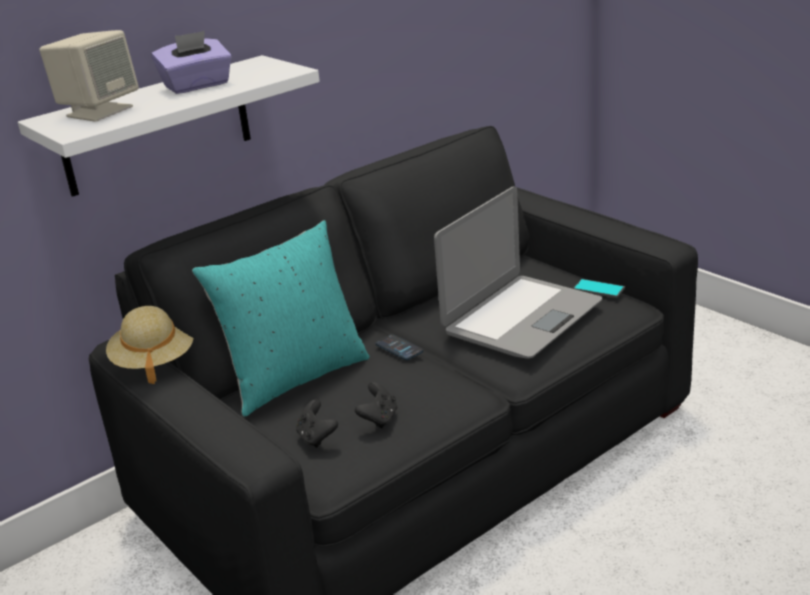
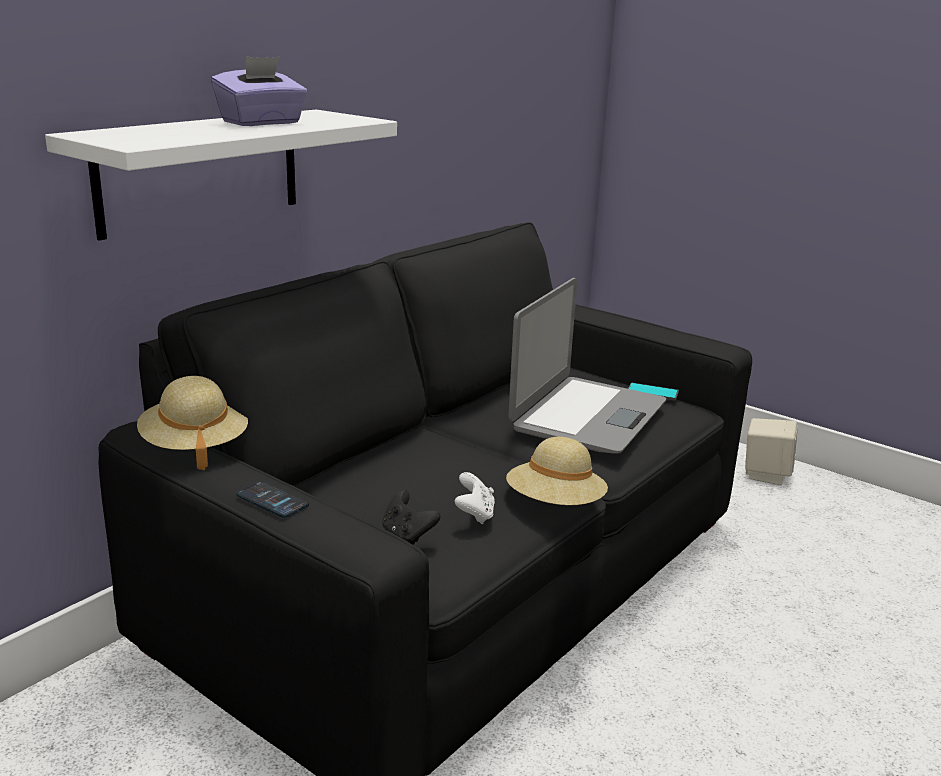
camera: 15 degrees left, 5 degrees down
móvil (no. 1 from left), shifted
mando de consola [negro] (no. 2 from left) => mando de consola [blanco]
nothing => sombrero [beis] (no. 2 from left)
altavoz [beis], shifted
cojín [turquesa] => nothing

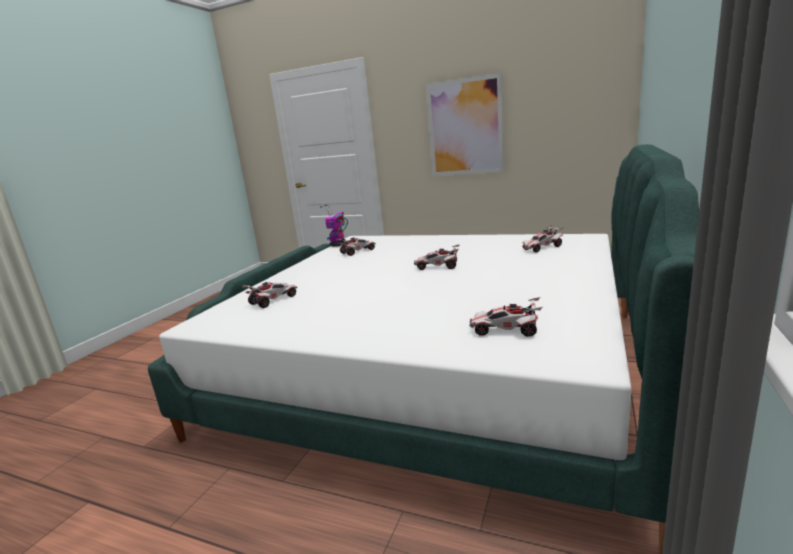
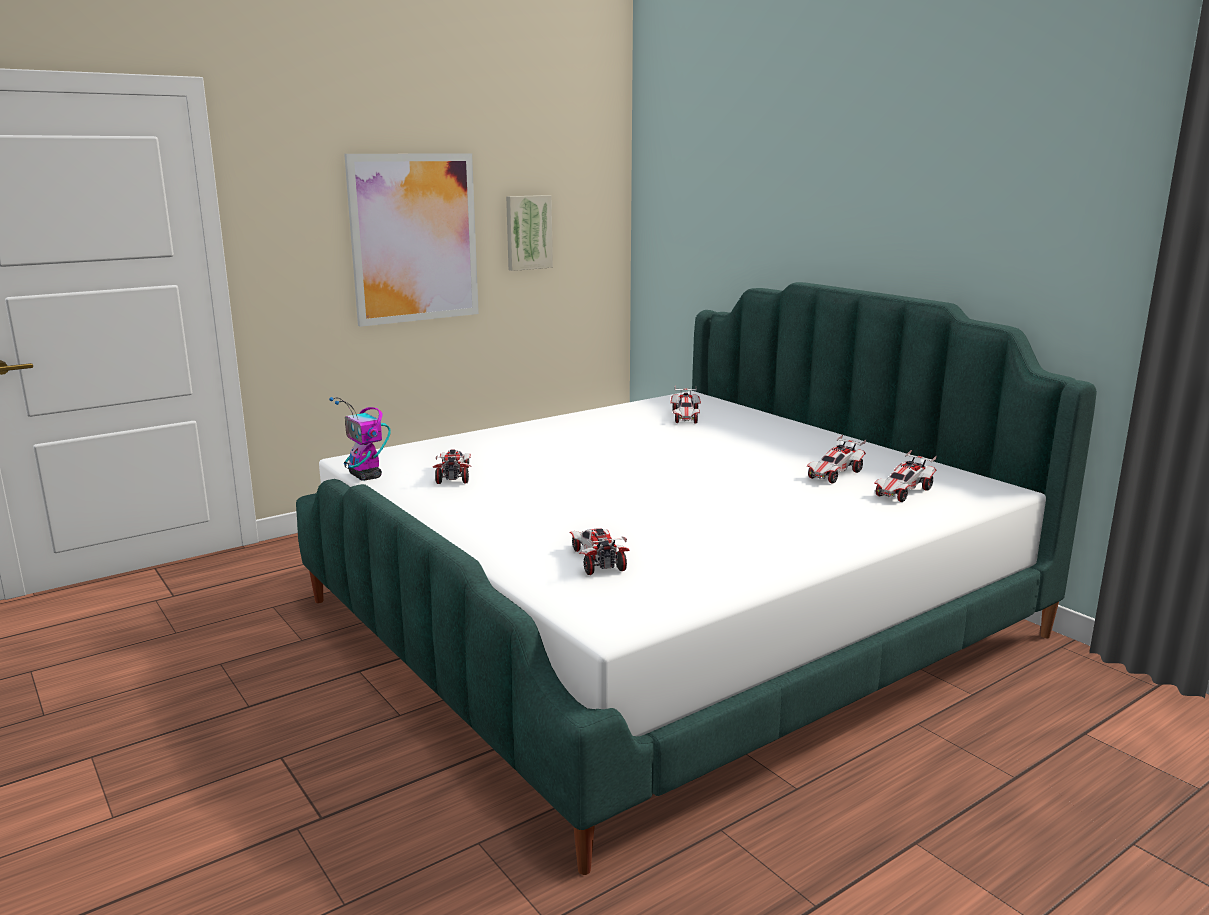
camera: 60 degrees left, 0 degrees up
nothing => cuadro (no. 2 from left)
coche de juguete (no. 3 from left in the first image) => coche de juguete (no. 4 from left), shifted

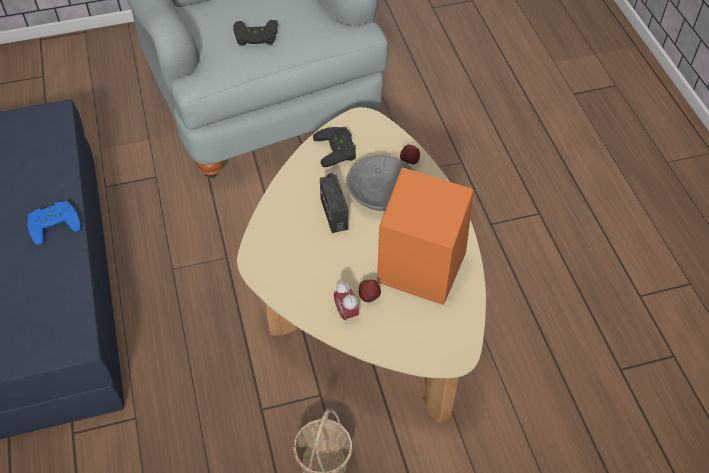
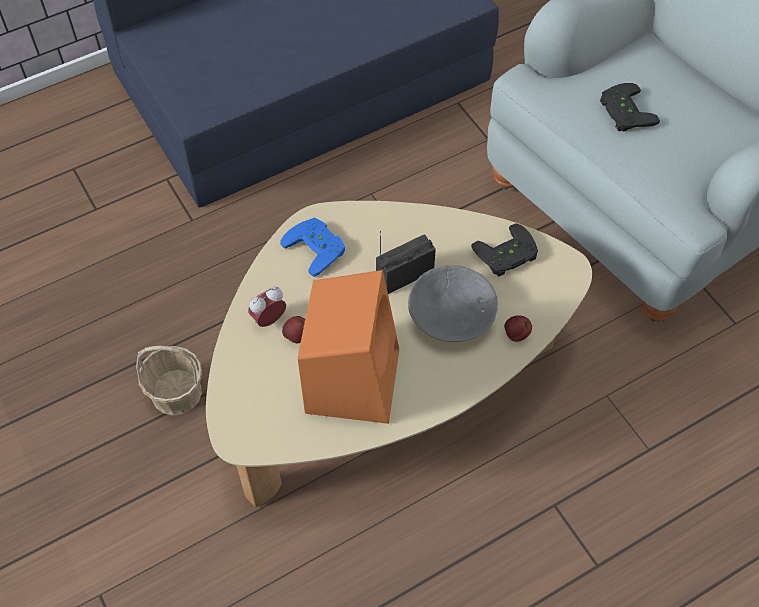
camera: 75 degrees right, 5 degrees up
mando de consola [azul], shifted

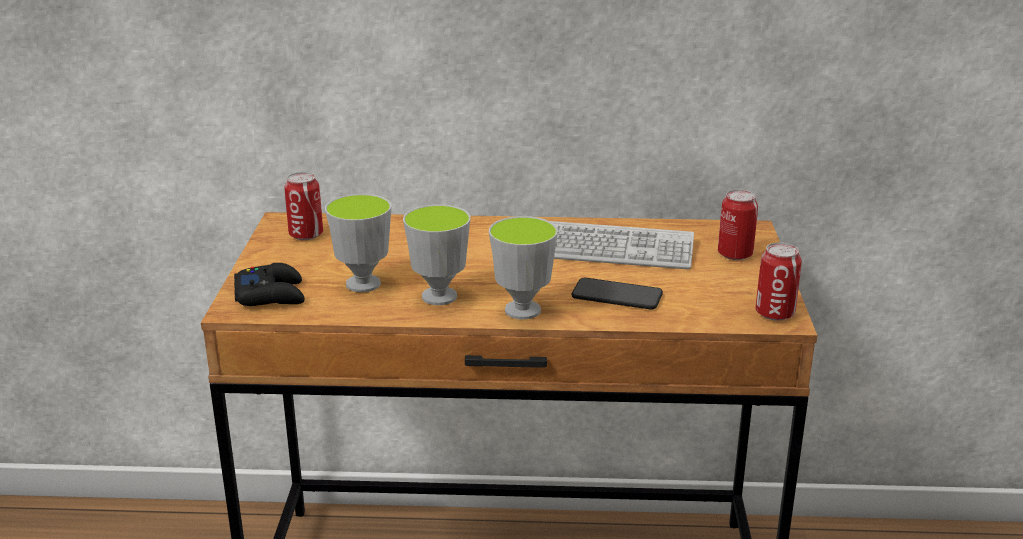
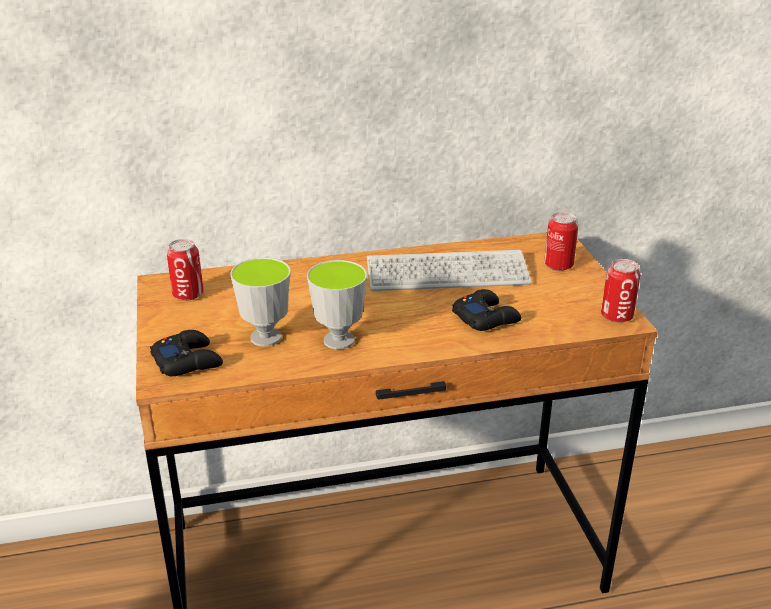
camera: 15 degrees left, 5 degrees up
móvil => mando de consola [negro] (no. 2 from left)
taza (no. 3 from left) => nothing

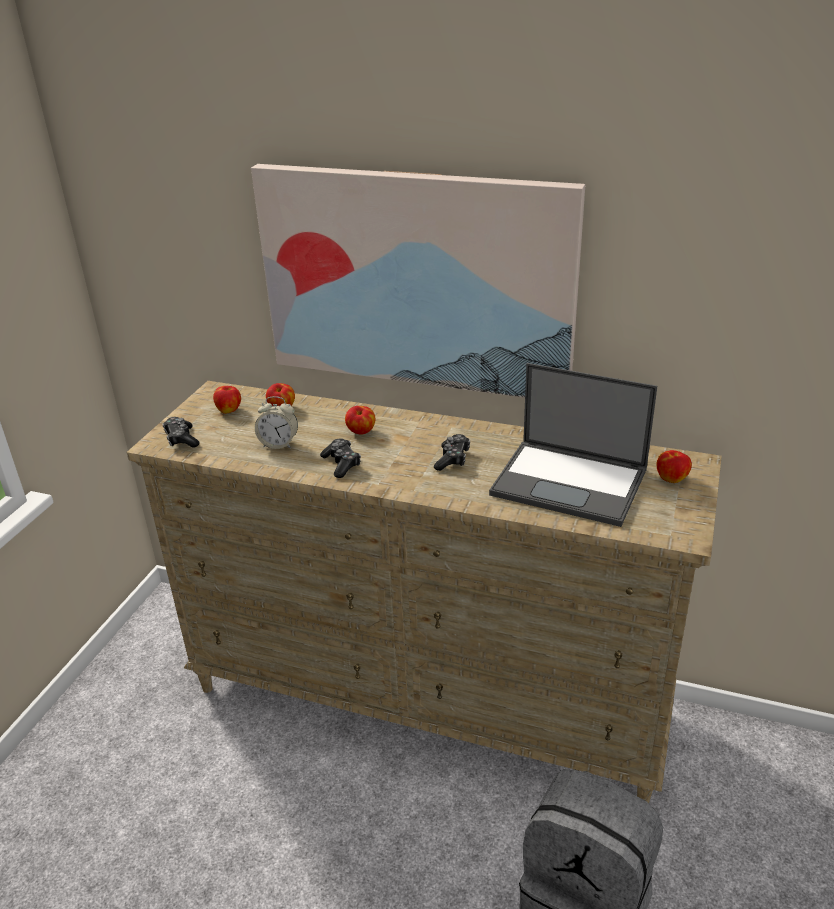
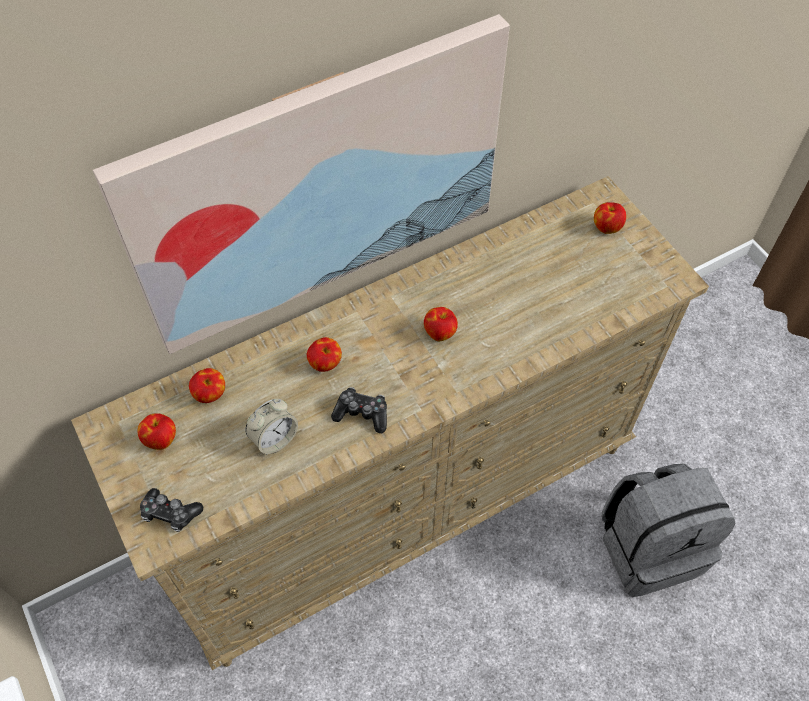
camera: 50 degrees left, 25 degrees up
mando de consola (no. 3 from left) => manzana (no. 4 from left)
portátil => nothing

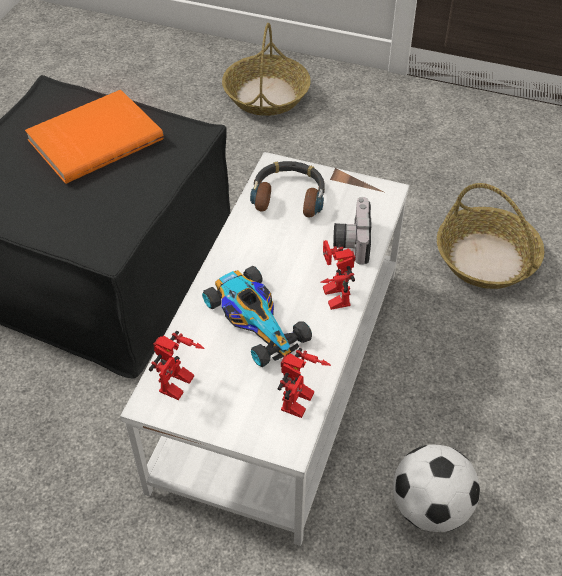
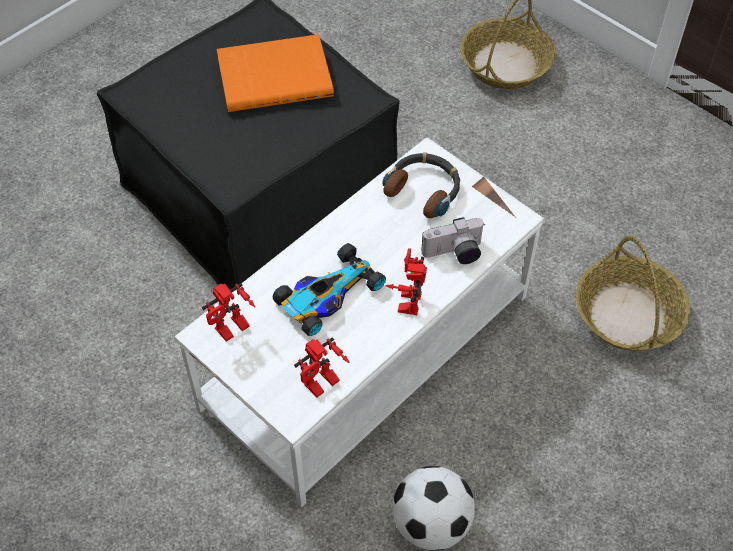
camera: 25 degrees right, 5 degrees up
coche de juguete, 120 degrees counterclockwise
cámara, 135 degrees counterclockwise

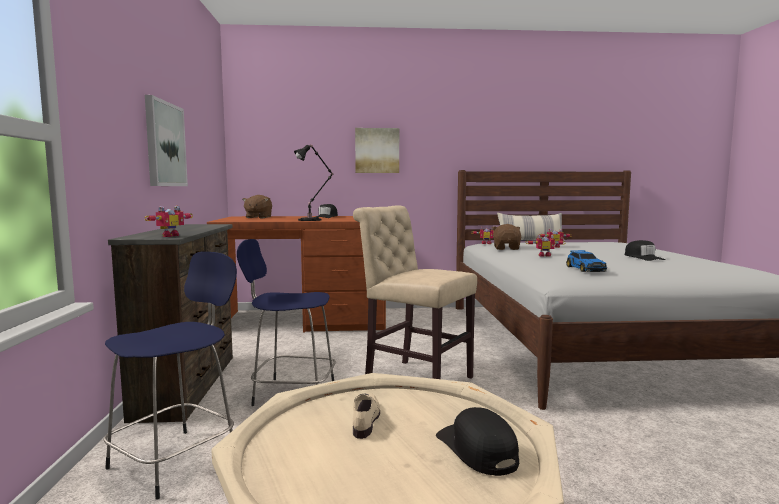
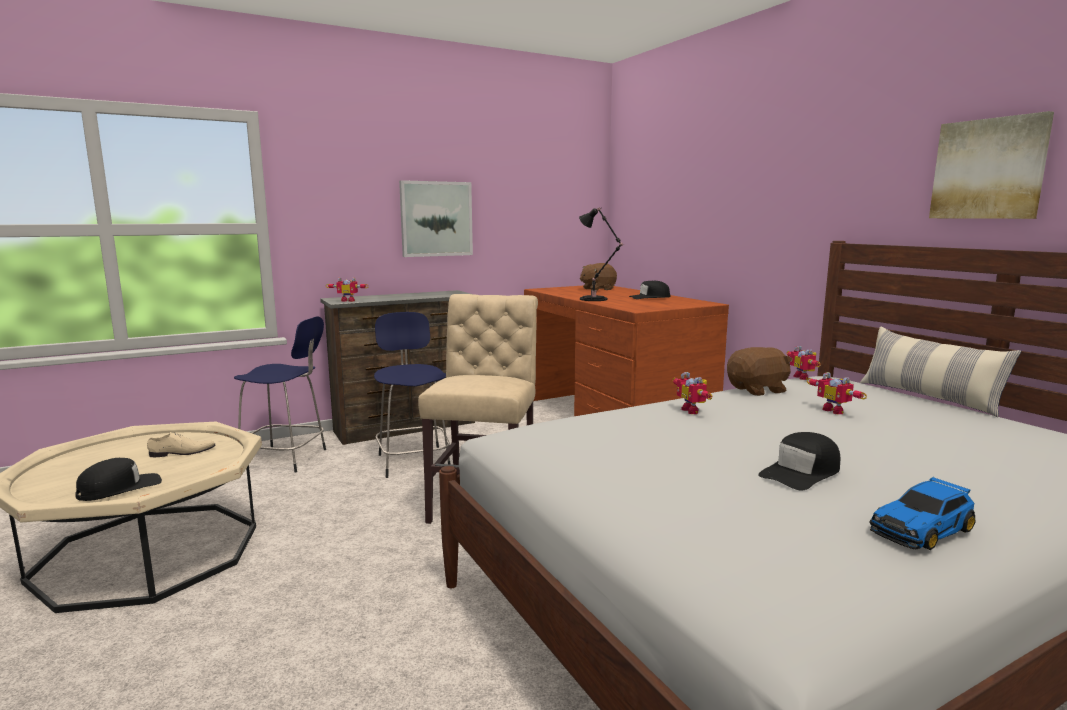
camera: 65 degrees right, 5 degrees up
coche de juguete, shifted
cuadro (no. 2 from left), shifted

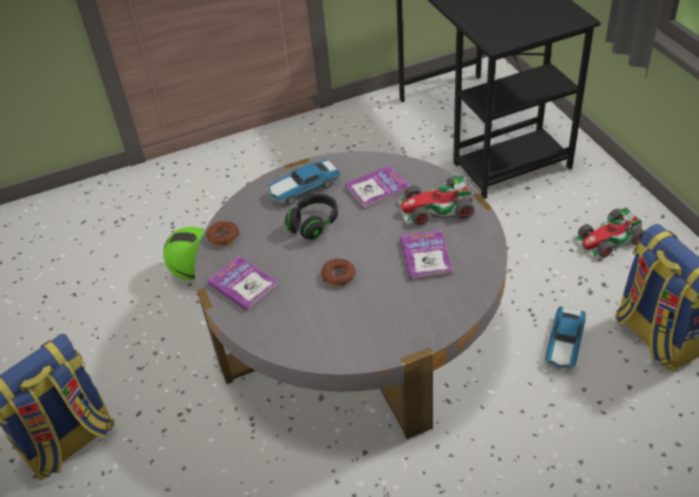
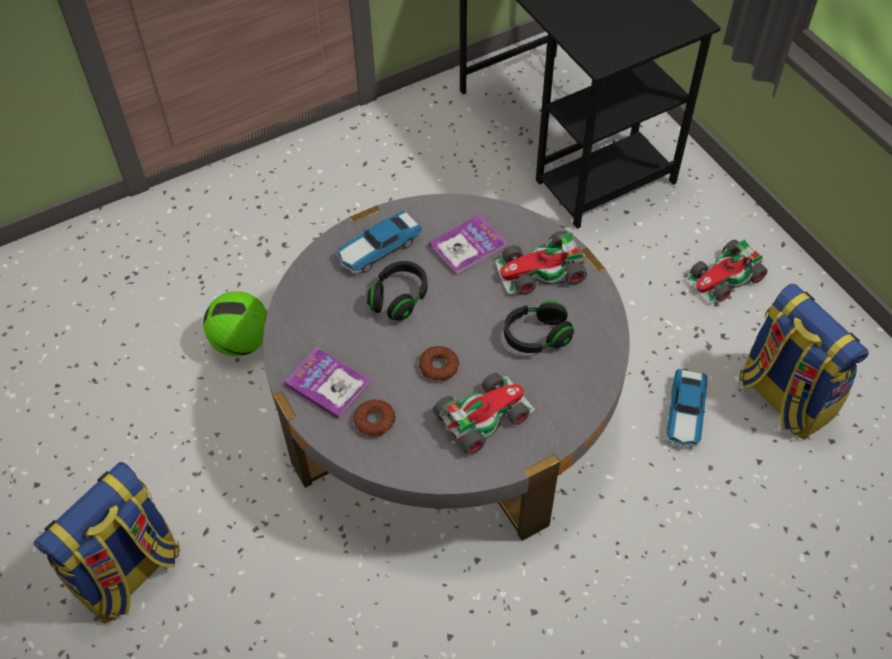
camera: 10 degrees left, 10 degrees up
rosquilla (no. 1 from left), shifted
nothing => coche de juguete (no. 2 from left)
libro (no. 3 from left) => auriculares [negro] (no. 2 from left)

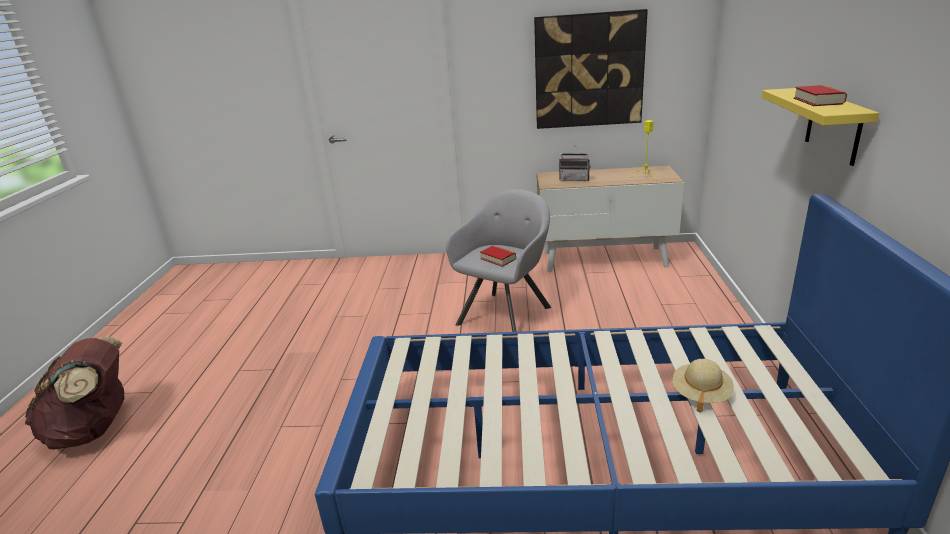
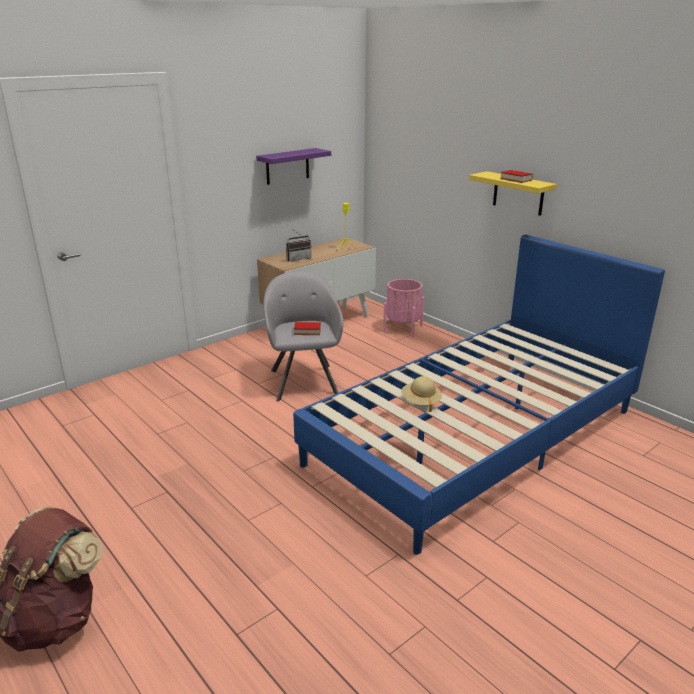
camera: 45 degrees left, 0 degrees up
cuadro => estante [morado]
nothing => maceta [rosa]
sombrero [beis], shifted

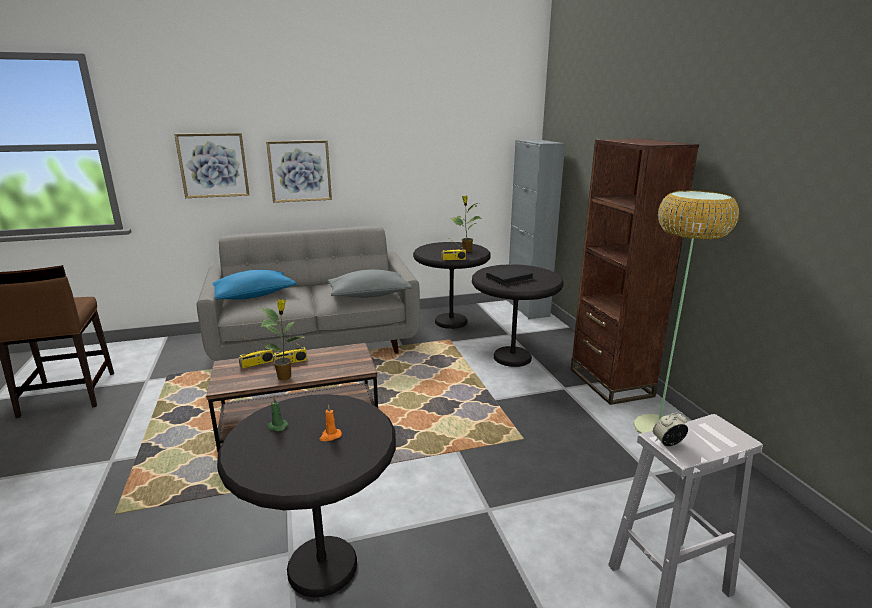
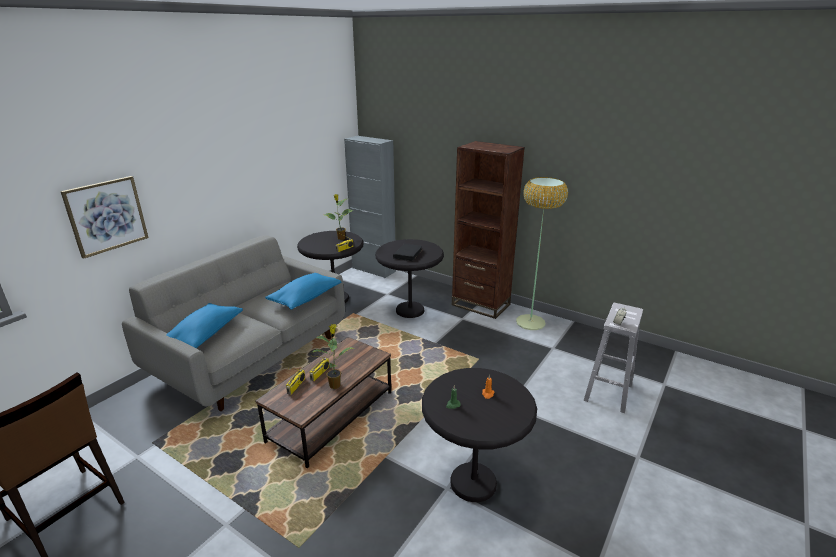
camera: 40 degrees left, 5 degrees up
cojín [gris] => cojín [azul] (no. 2 from left)
cuadro (no. 2 from left) => nothing

